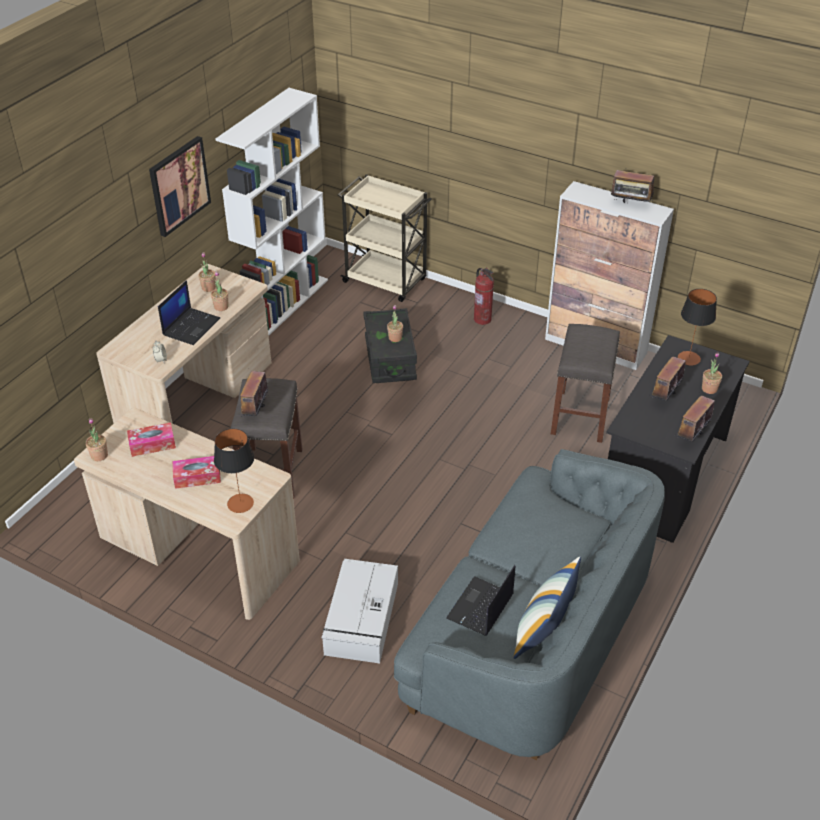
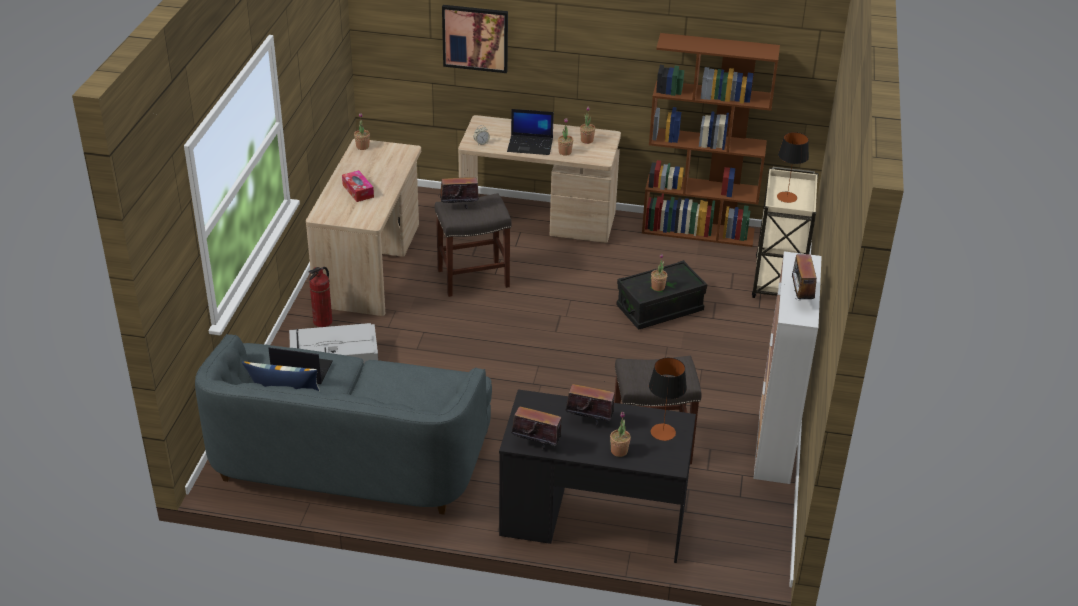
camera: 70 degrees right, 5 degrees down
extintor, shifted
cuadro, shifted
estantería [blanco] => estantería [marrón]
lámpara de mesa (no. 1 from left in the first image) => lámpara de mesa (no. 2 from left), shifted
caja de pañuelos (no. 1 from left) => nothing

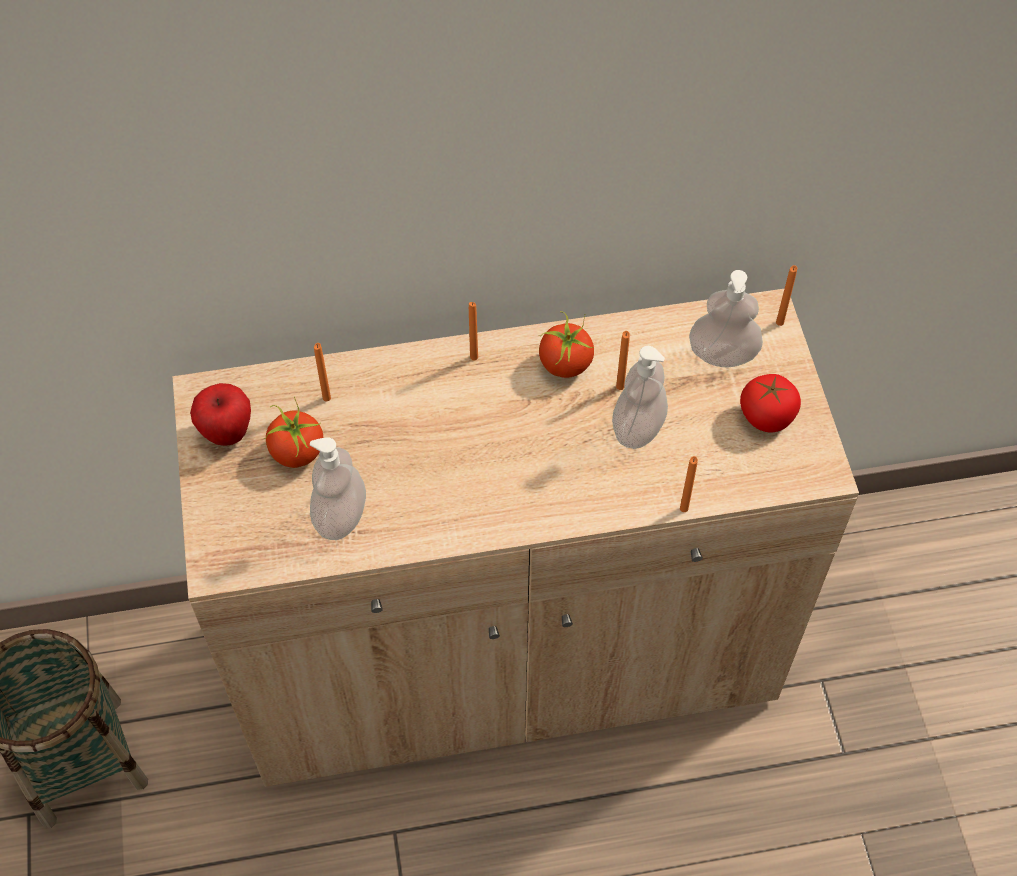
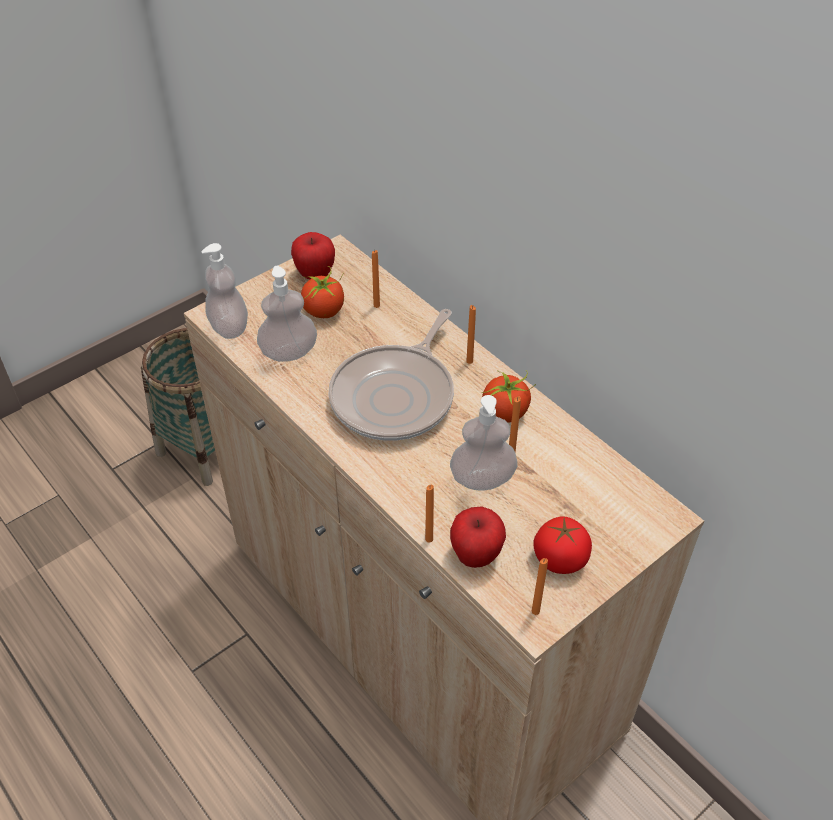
camera: 60 degrees right, 10 degrees down
dispensador de jabón (no. 3 from left in the first image) => dispensador de jabón (no. 1 from left), shifted
nothing => sartén
nothing => manzana (no. 2 from left)
vela [naranja] (no. 5 from left), shifted

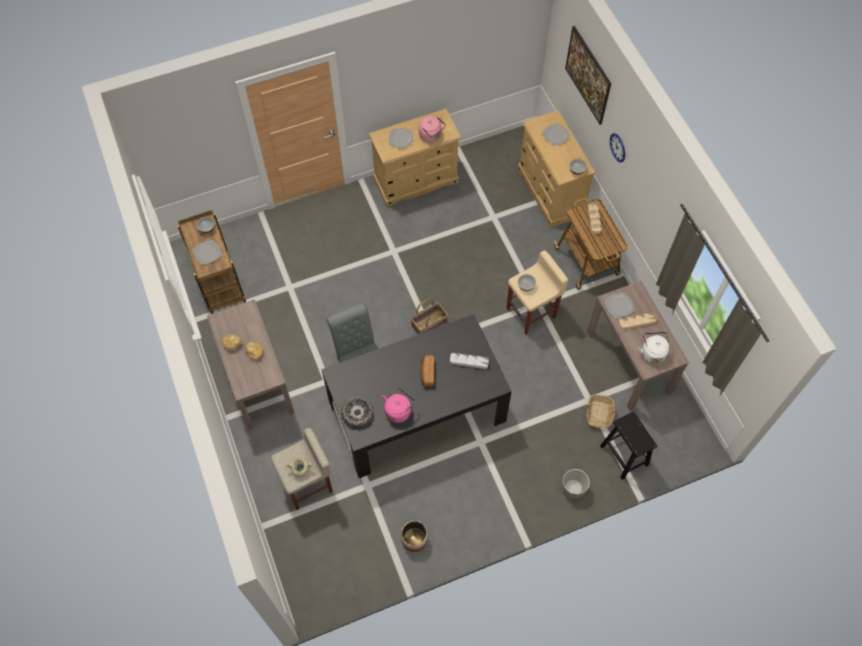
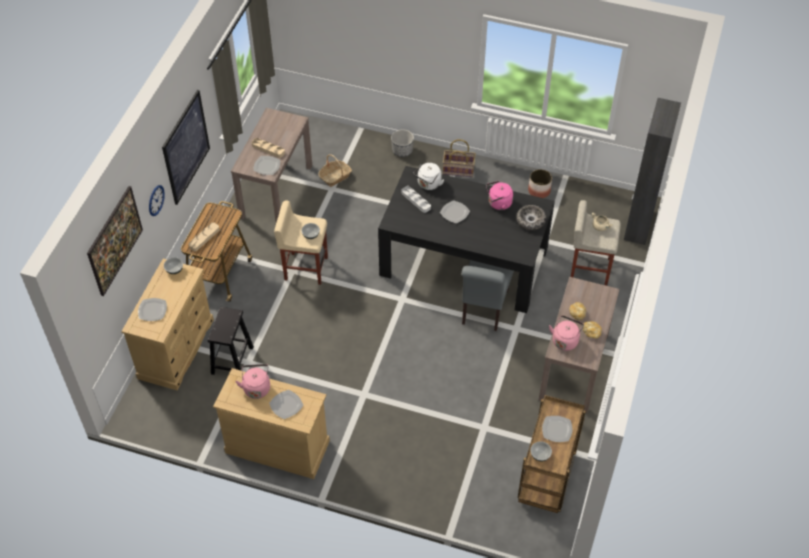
camera: 140 degrees left, 10 degrees down
nothing => cuadro (no. 2 from left)
taburete [negro], shifted
hervidor [blanco], shifted
pan (no. 3 from left) => plato (no. 4 from left)
cesta (no. 1 from left in the first image) => cesta (no. 2 from left), shifted
nothing => hervidor [rosa] (no. 3 from left)
nothing => armario [negro]

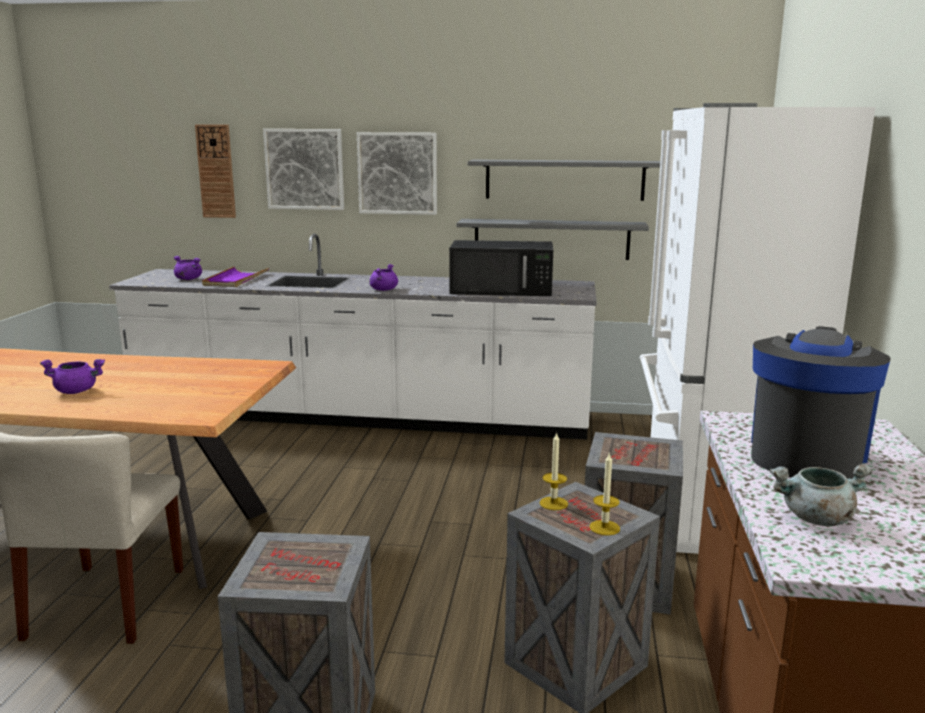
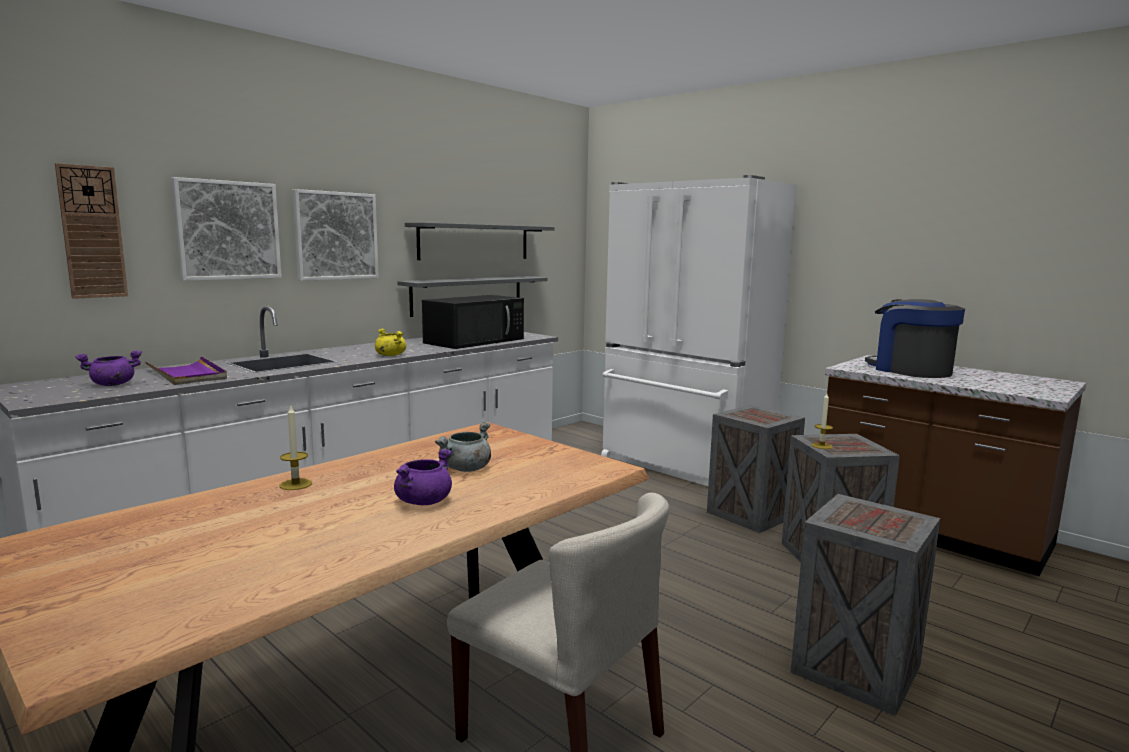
camera: 55 degrees left, 5 degrees down
vela (no. 2 from left in the first image) => vela (no. 1 from left), shifted
olla [morado] (no. 3 from left) => olla [amarillo]
olla [gris], shifted

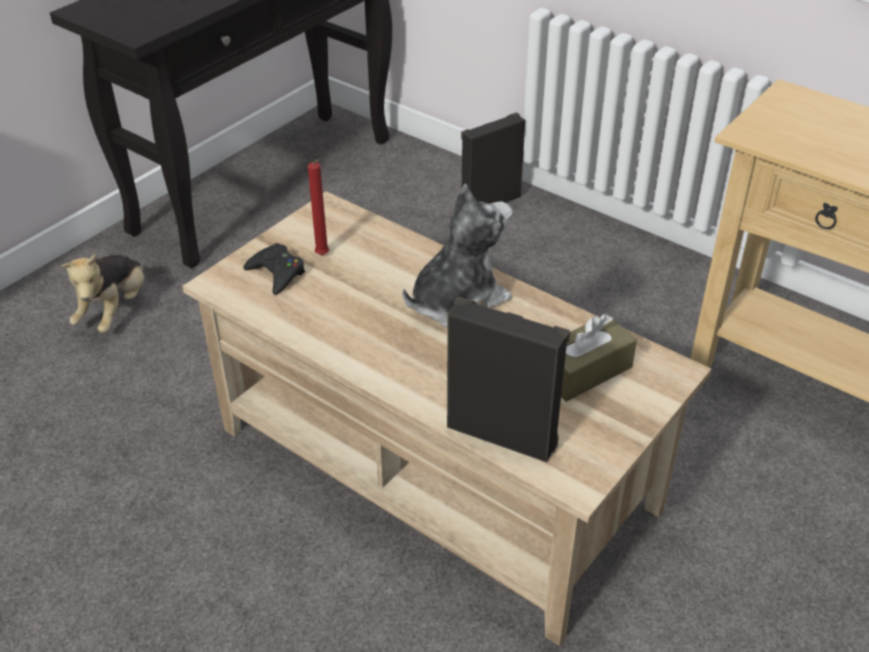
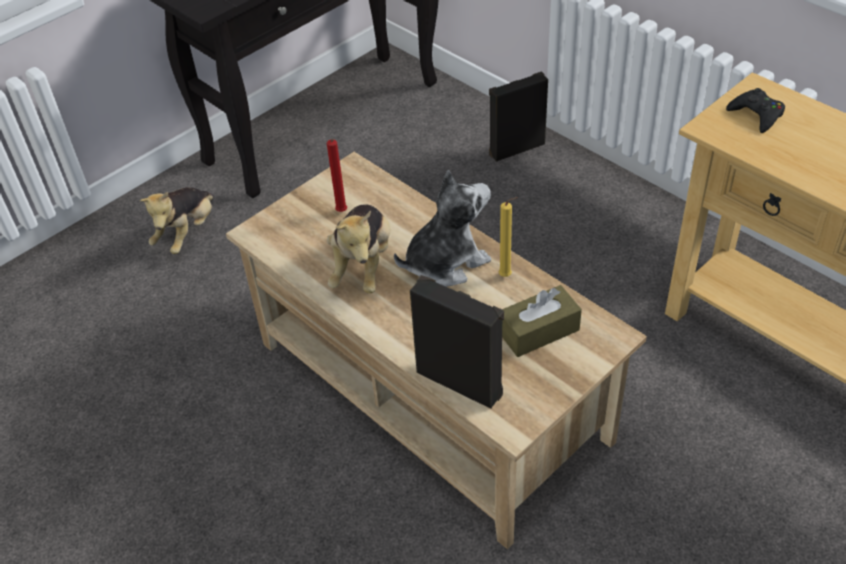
camera: 10 degrees right, 5 degrees up
nothing => peluche (no. 2 from left)
nothing => vela [amarillo]
mando de consola [negro], shifted

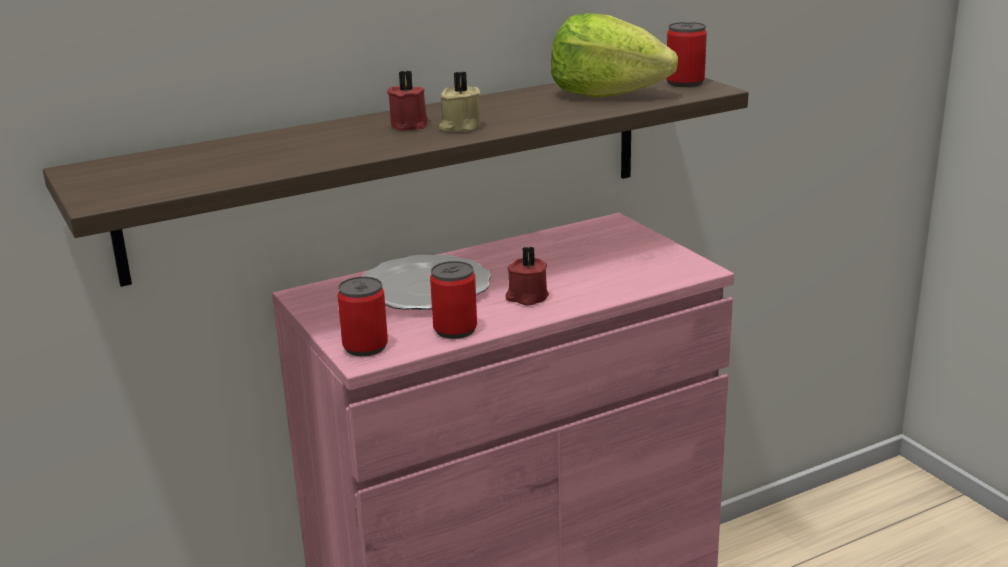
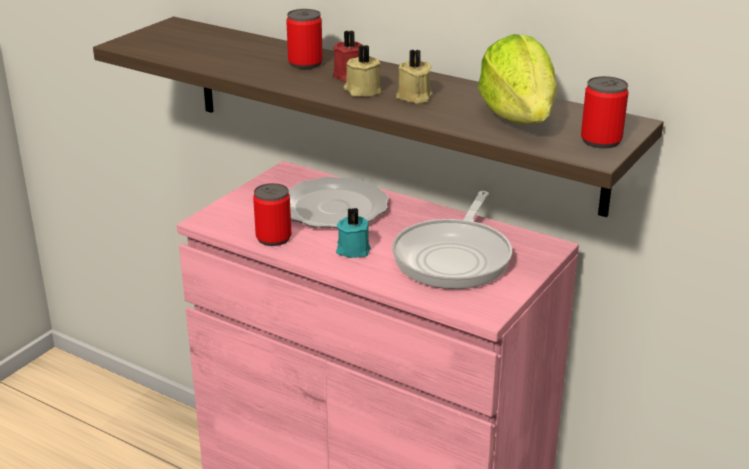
camera: 60 degrees right, 5 degrees up
lata (no. 1 from left in the first image) => lata (no. 2 from left), shifted
vela [rojo] (no. 2 from left) => vela [turquesa]
nothing => sartén
nothing => vela [beis] (no. 2 from left)

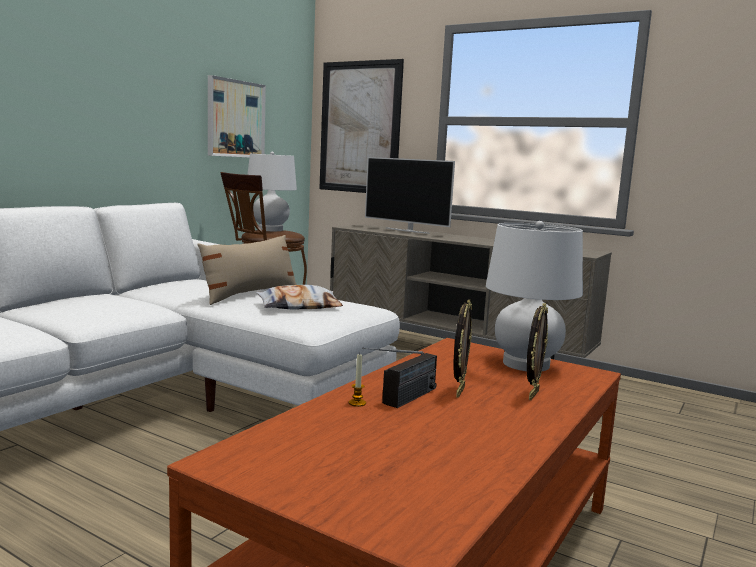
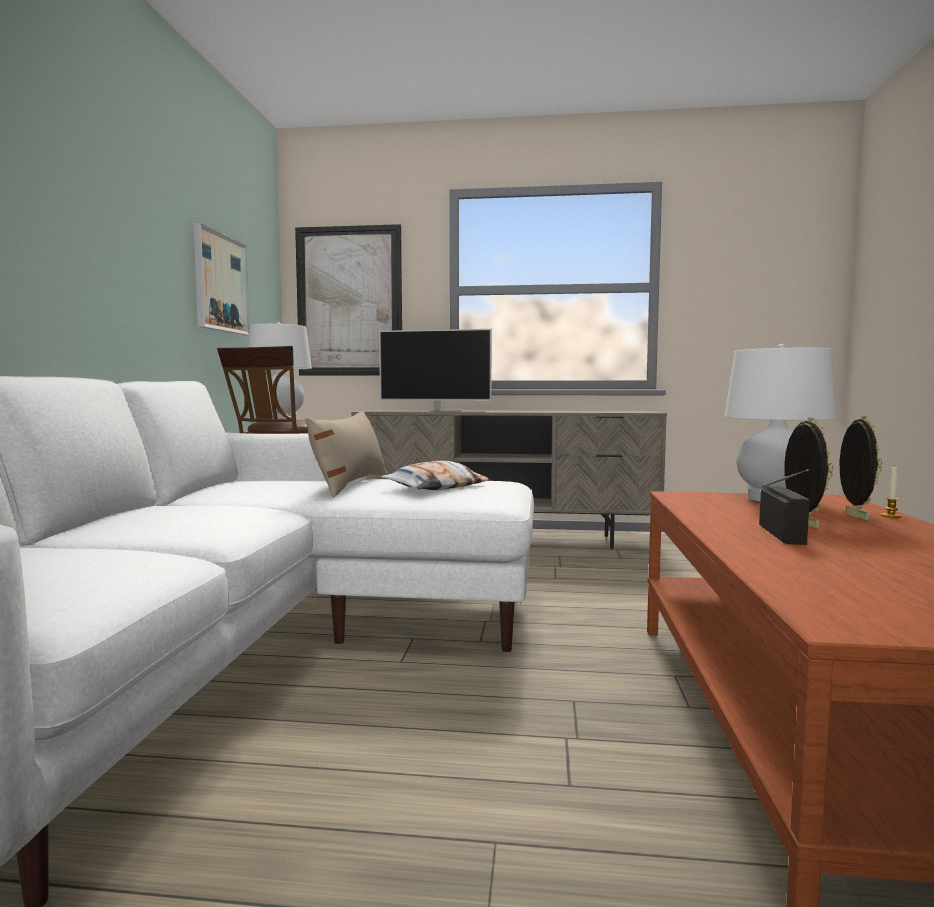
camera: 25 degrees left, 5 degrees down
vela, shifted

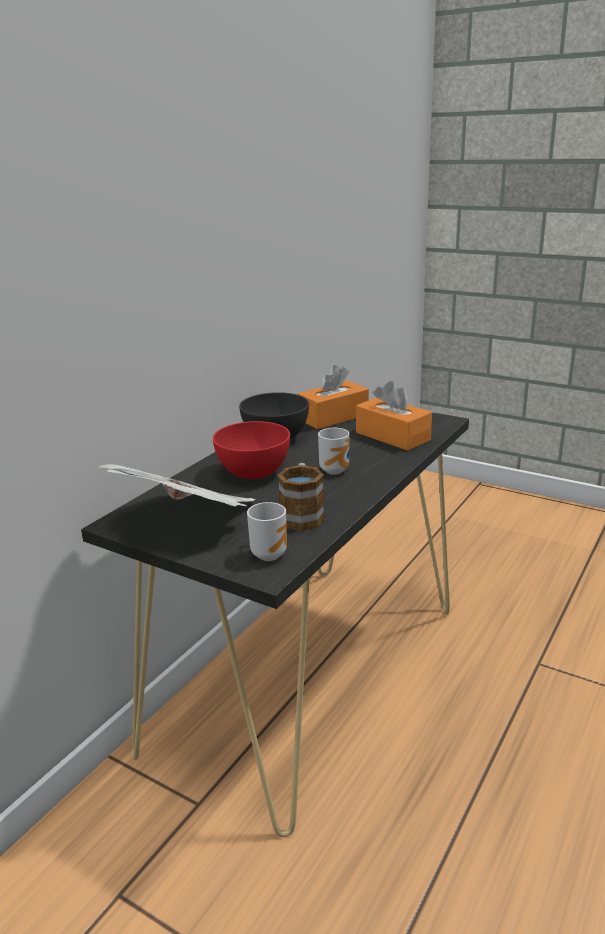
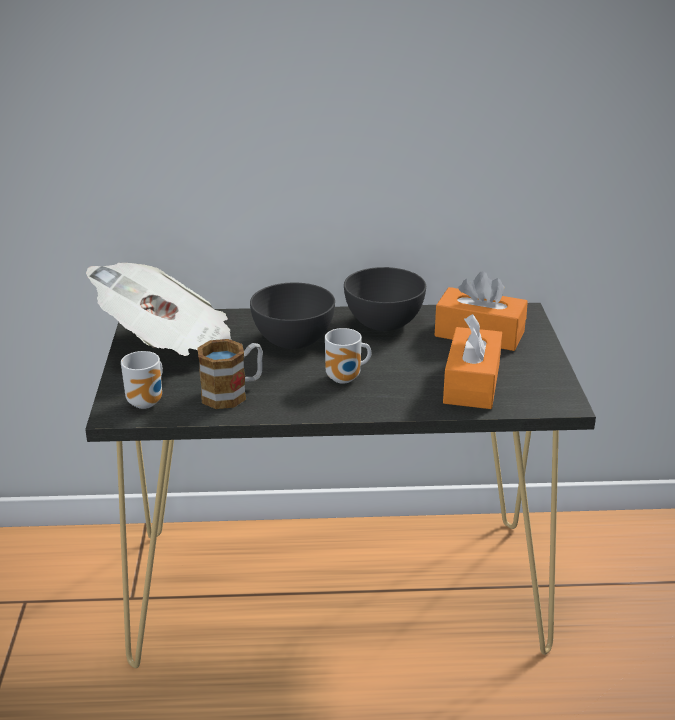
camera: 55 degrees right, 5 degrees up
cuenco [rojo] => cuenco [gris] (no. 1 from left)

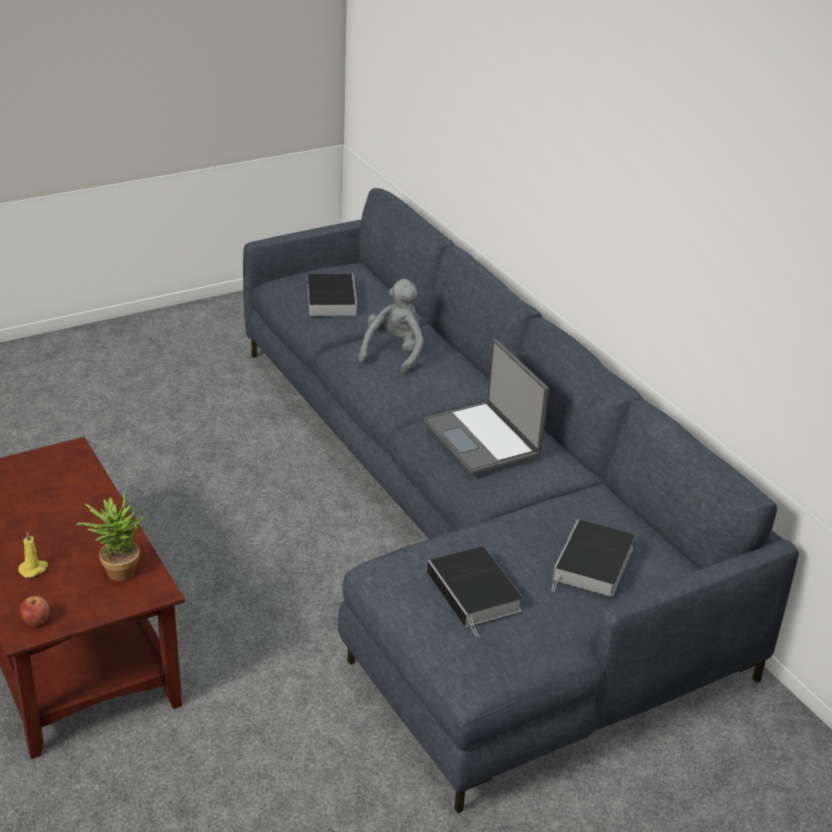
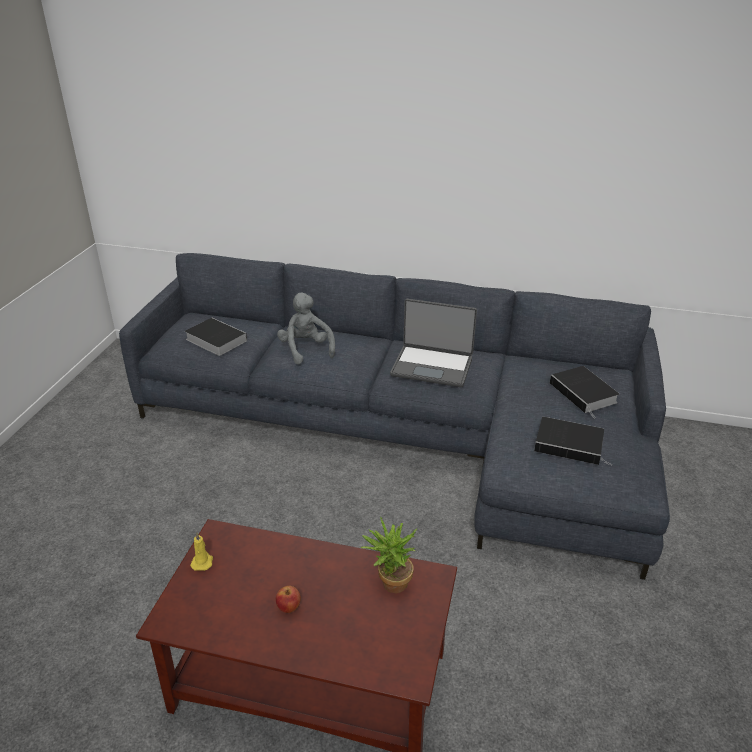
camera: 45 degrees left, 0 degrees up
vela [amarillo], shifted
manzana, shifted

